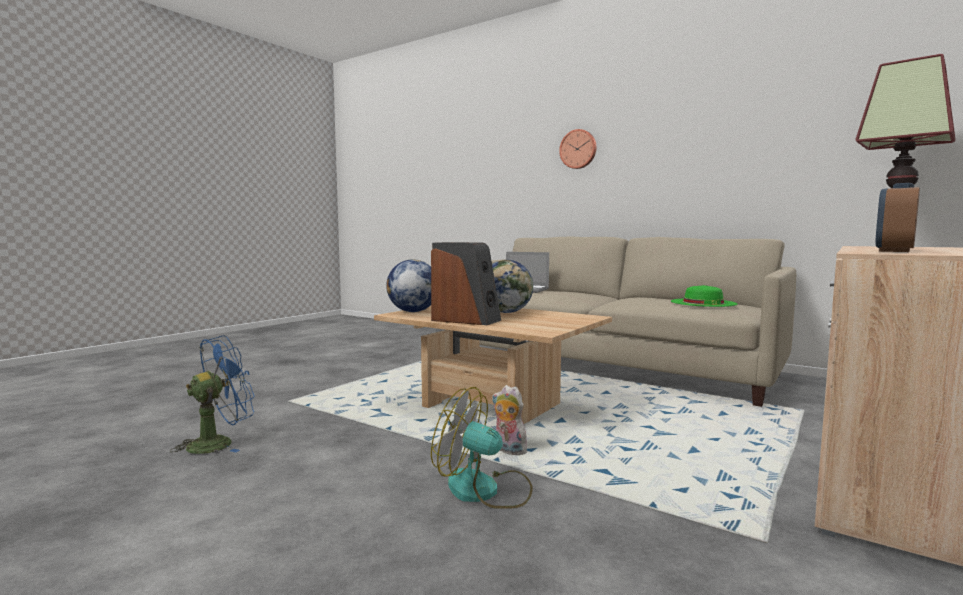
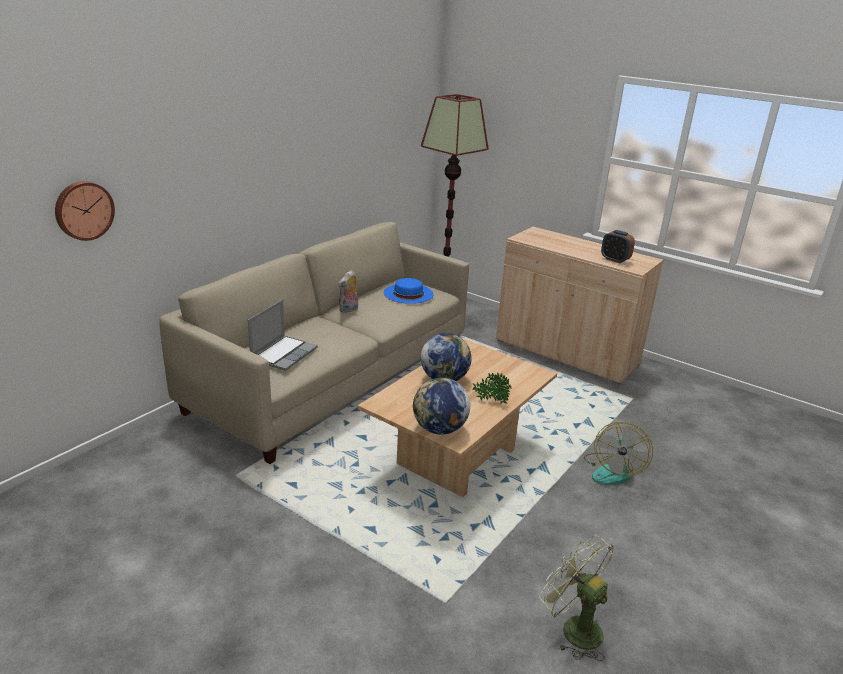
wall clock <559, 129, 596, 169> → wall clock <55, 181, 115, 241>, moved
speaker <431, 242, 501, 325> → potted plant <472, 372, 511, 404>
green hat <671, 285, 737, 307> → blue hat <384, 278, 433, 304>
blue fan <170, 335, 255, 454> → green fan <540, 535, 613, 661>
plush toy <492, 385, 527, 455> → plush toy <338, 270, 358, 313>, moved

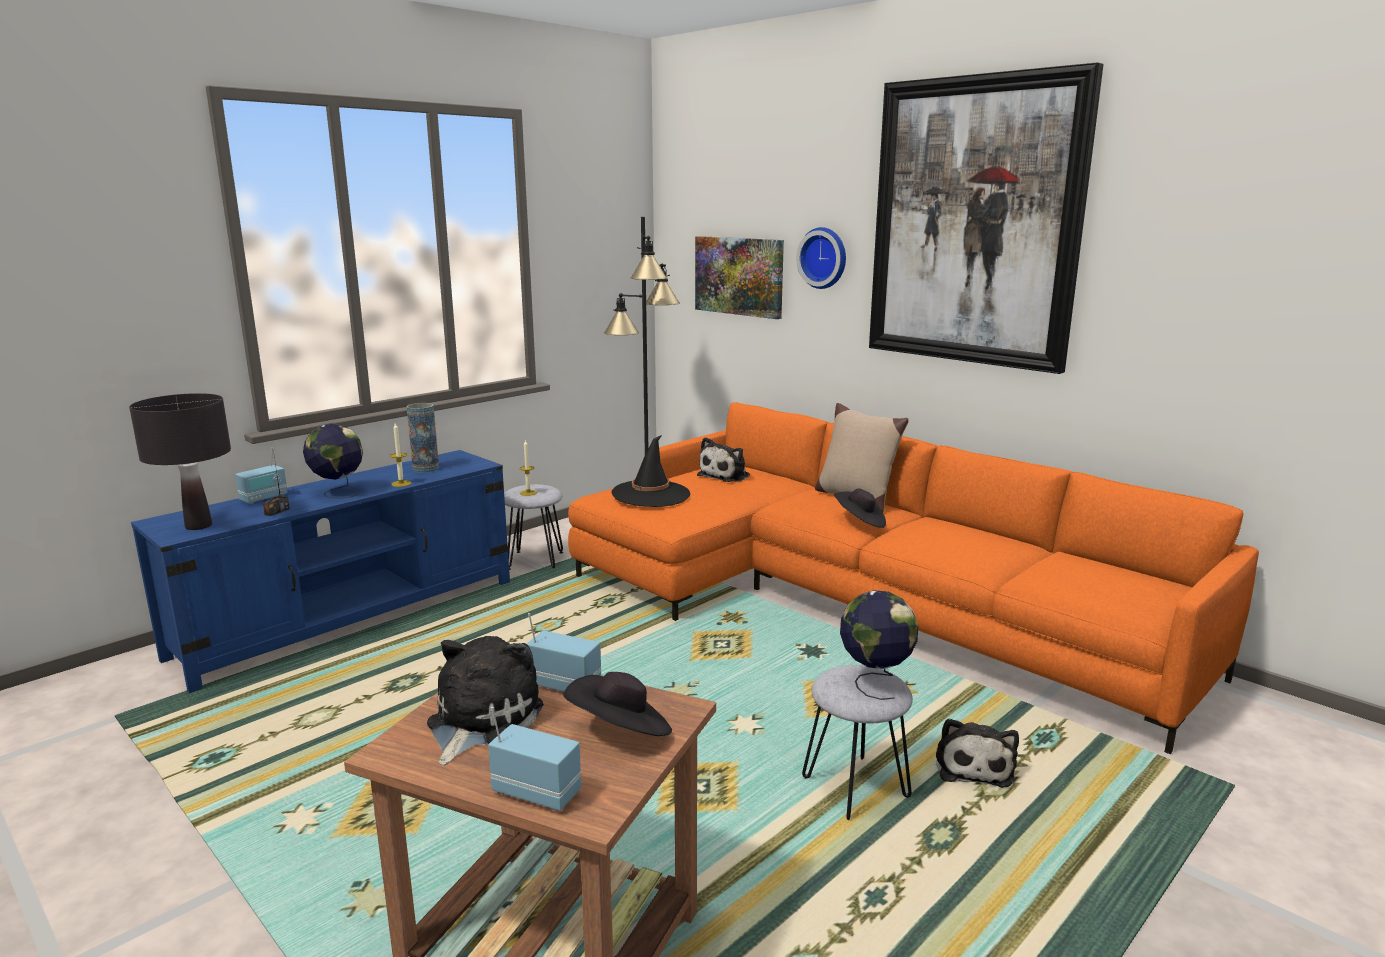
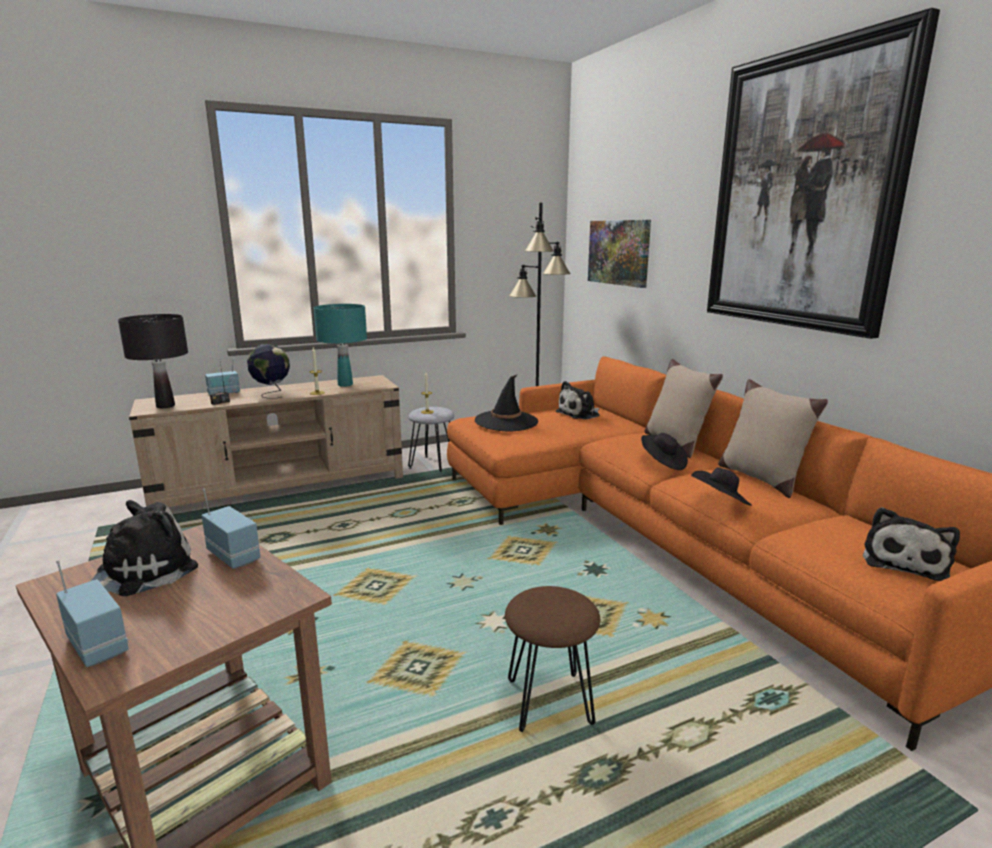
wall clock <796, 227, 846, 289> → -
vase <406, 403, 439, 473> → turquoise table lamp <314, 304, 367, 387>
blue tv stand <131, 450, 510, 693> → beige tv stand <129, 375, 403, 507>
globe <840, 590, 918, 700> → -
grey stool <802, 665, 913, 820> → brown stool <505, 586, 600, 732>
black hat <564, 672, 672, 736> → black hat <691, 467, 752, 506>, moved
plush toy <935, 718, 1019, 788> → plush toy <863, 507, 960, 581>, moved
- → beige pillow <718, 379, 828, 498>

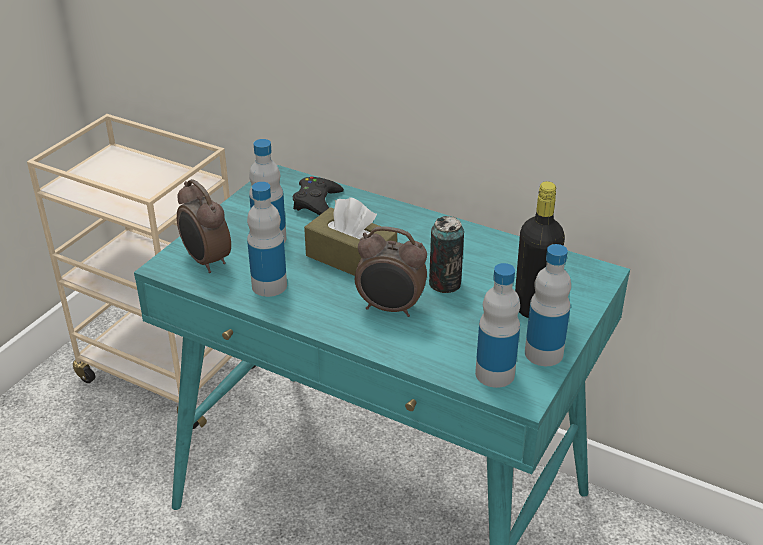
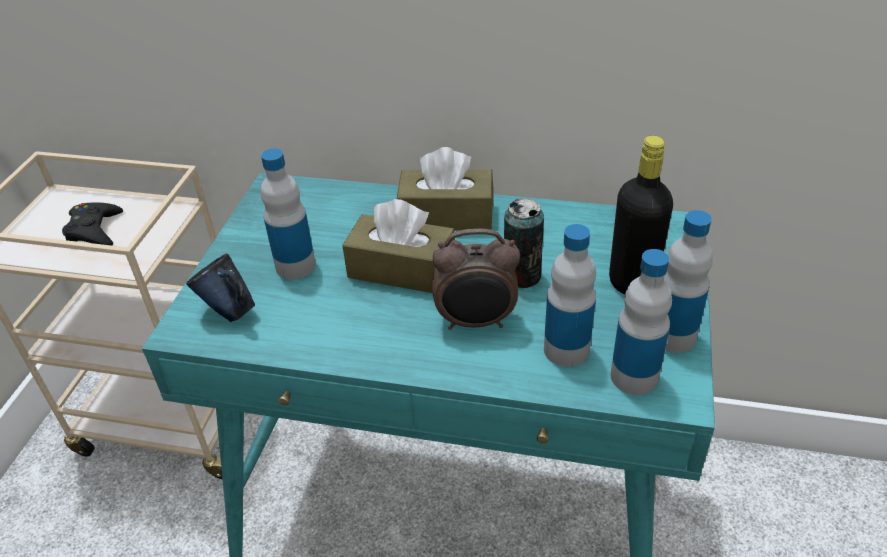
black game controller <293, 176, 344, 215> → black game controller <62, 202, 123, 245>, moved
alarm clock <177, 179, 231, 273> → blue mug <186, 254, 255, 322>
bottle <247, 182, 287, 297> → bottle <544, 224, 596, 367>, moved
- → brown tissue box <397, 147, 494, 230>

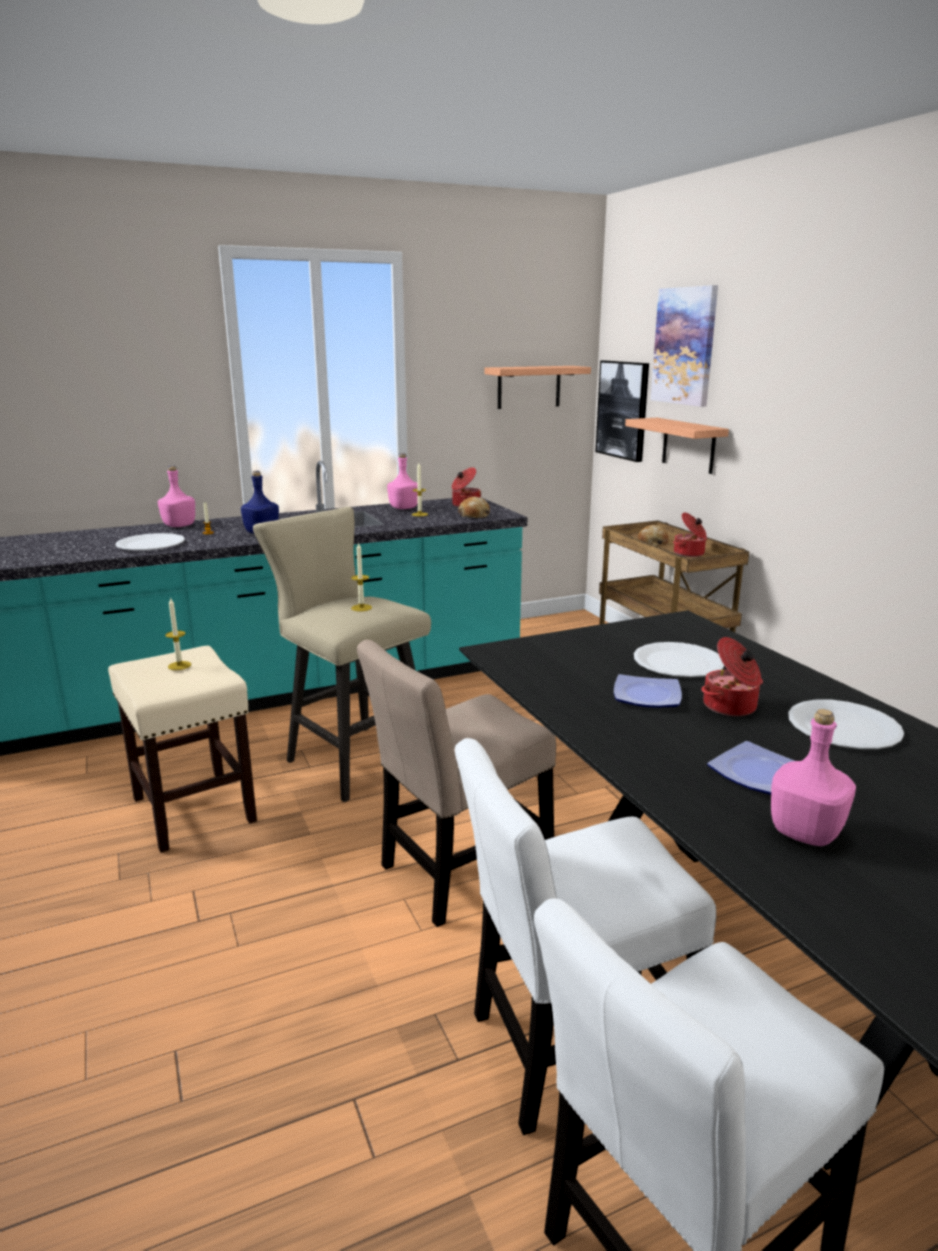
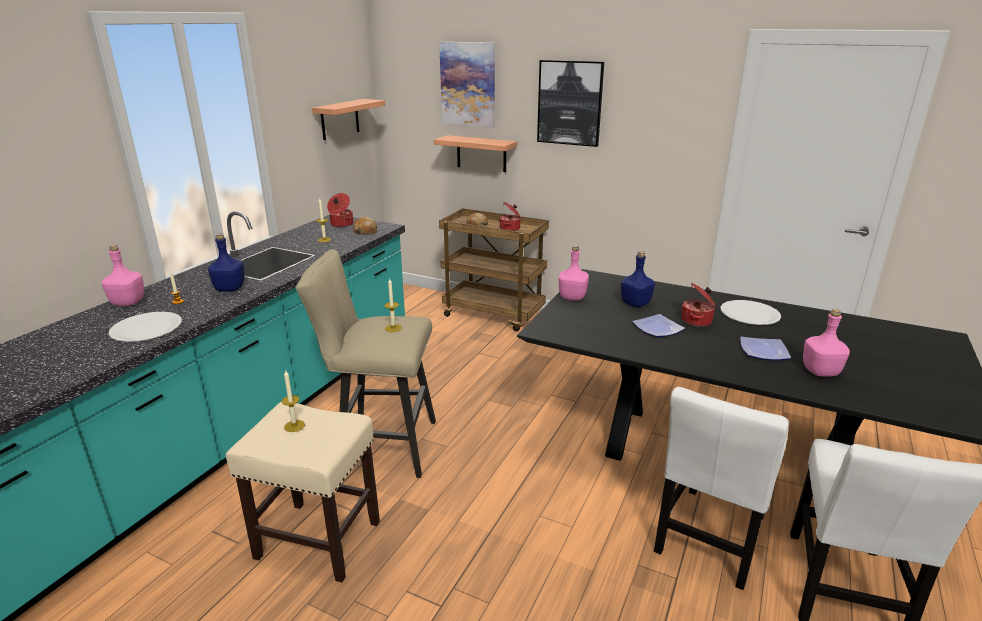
picture <596, 361, 649, 462> → picture <537, 60, 604, 147>, moved
pink bottle <387, 453, 418, 509> → pink bottle <559, 246, 589, 300>, moved
beige chair <357, 640, 556, 927> → -
white plate <634, 642, 724, 677> → blue bottle <621, 251, 655, 307>

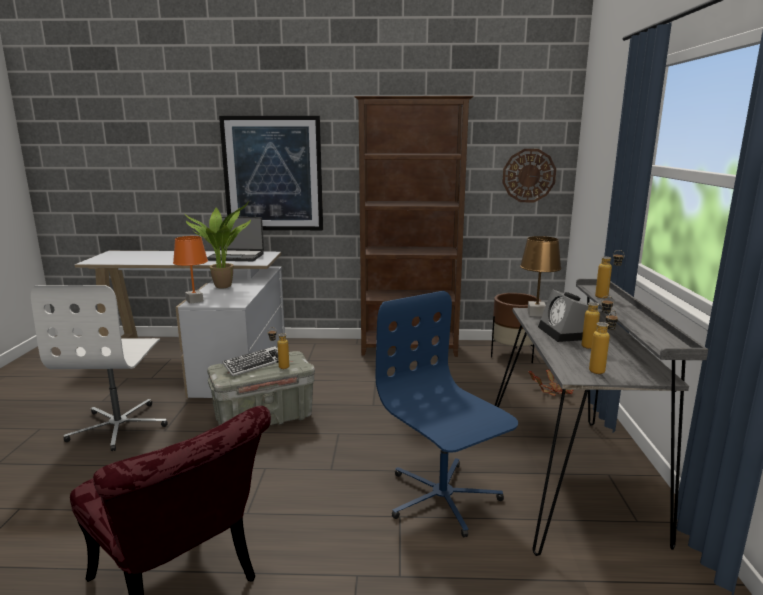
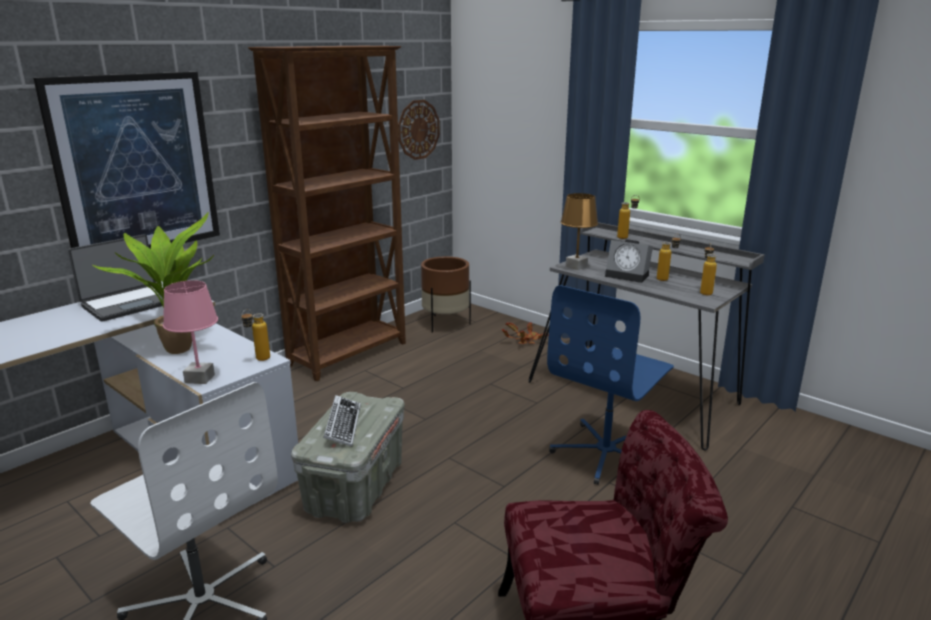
orange table lamp <173, 236, 208, 304> → pink table lamp <163, 280, 218, 384>
blue office chair <376, 291, 518, 537> → blue office chair <547, 285, 674, 485>, 60 degrees counterclockwise
bottle <268, 327, 289, 369> → bottle <241, 309, 270, 361>, moved

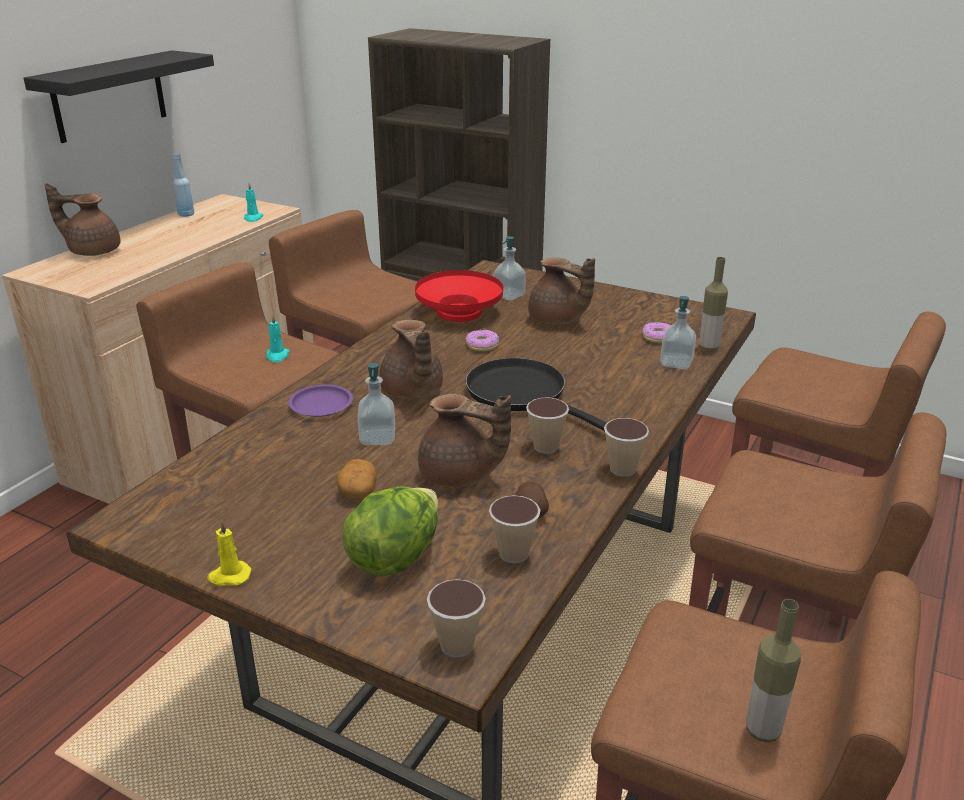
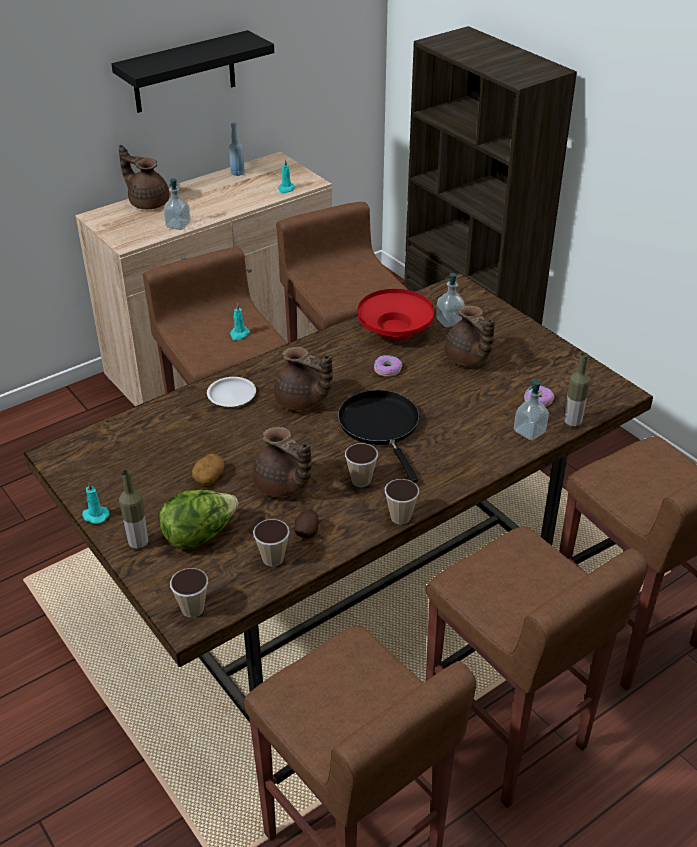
brown teapot <379, 320, 443, 399> → brown teapot <274, 347, 333, 411>, 60 degrees counterclockwise
soap dispenser <358, 363, 395, 445> → soap dispenser <164, 178, 191, 230>, moved
purple plate <288, 385, 353, 417> → white plate <207, 377, 256, 407>
yellow candle <207, 520, 251, 586> → turquoise candle <82, 482, 109, 524>
bottle <746, 599, 801, 743> → bottle <119, 469, 149, 550>, moved

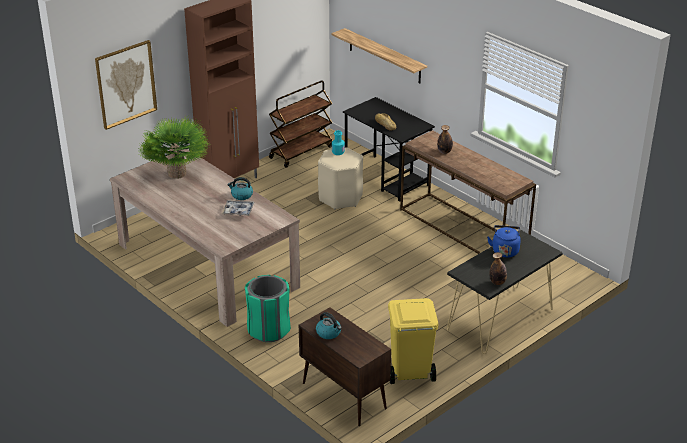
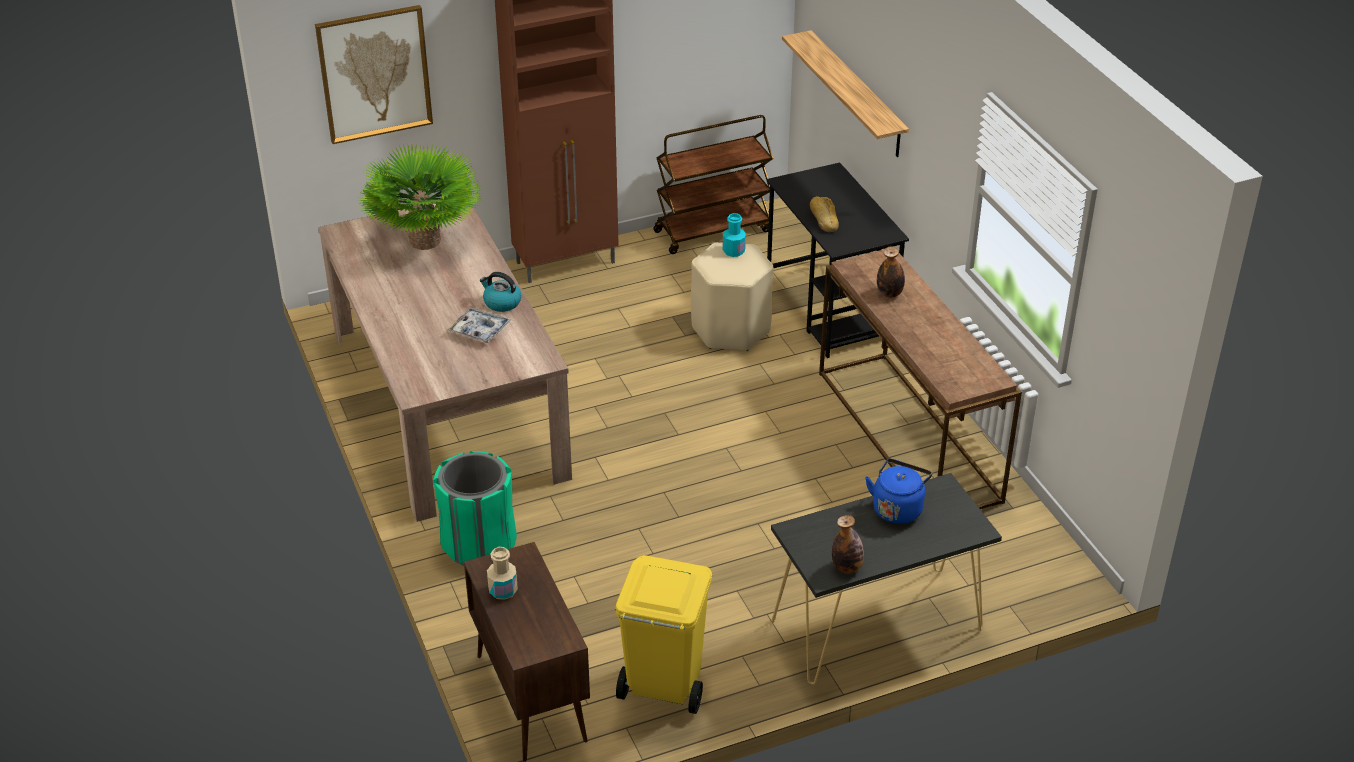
kettle <316, 312, 342, 339> → beige bottle <487, 547, 518, 600>

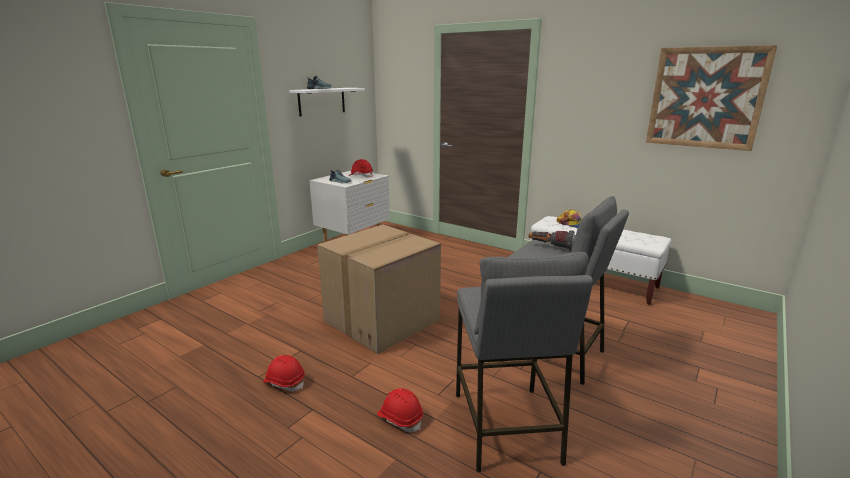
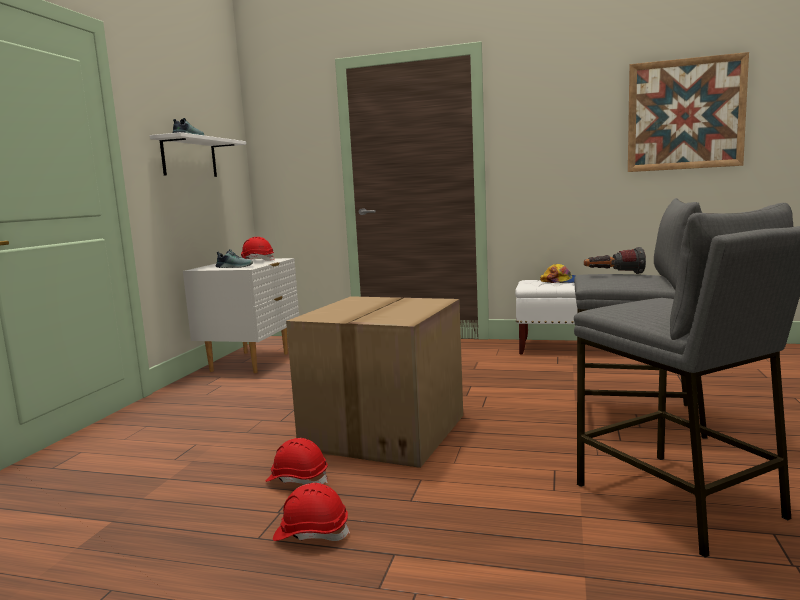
red hard hat <377, 388, 423, 432> → red hard hat <265, 438, 328, 485>, moved

